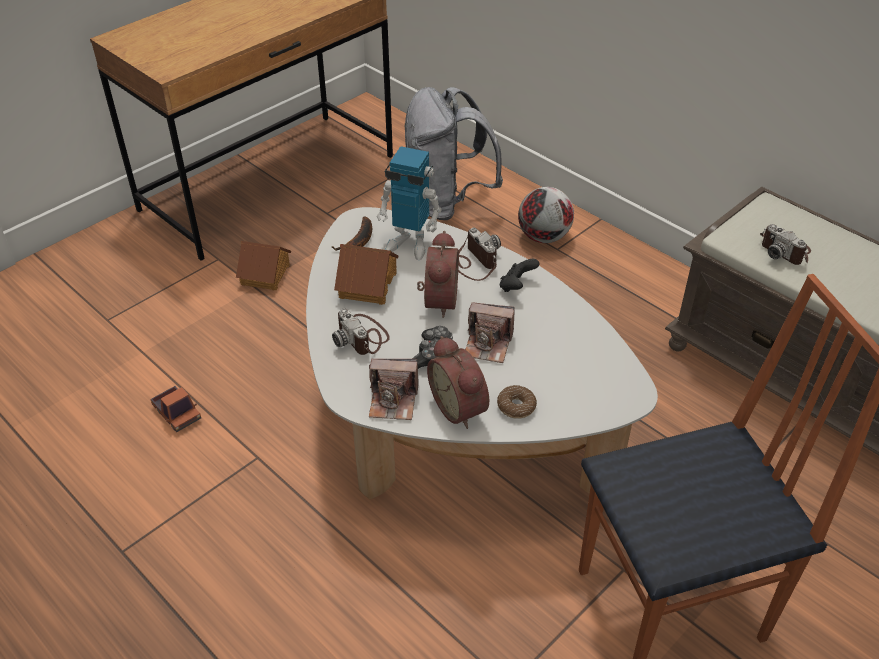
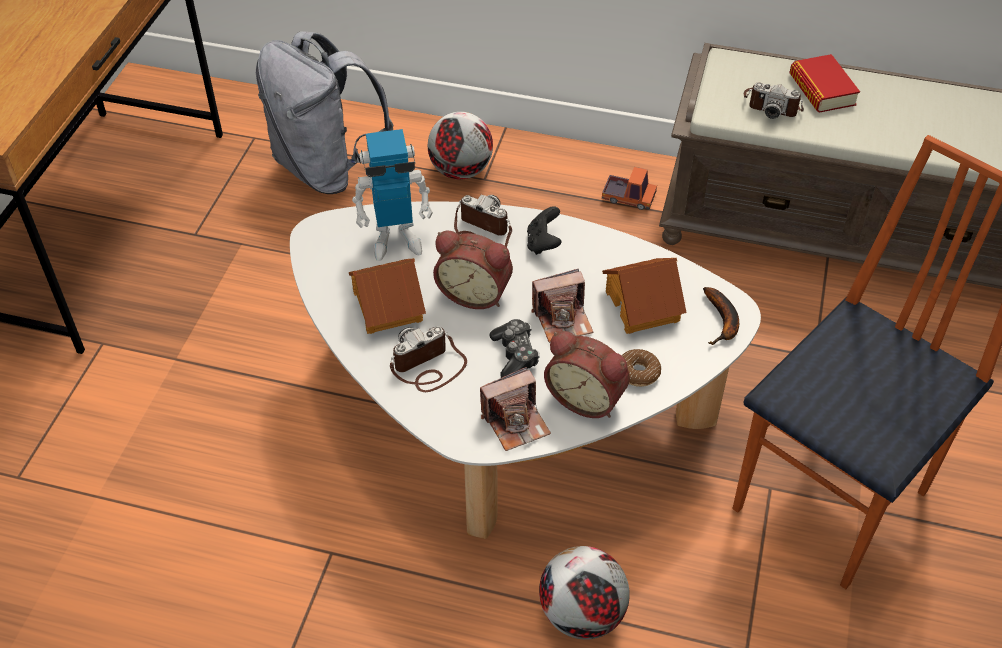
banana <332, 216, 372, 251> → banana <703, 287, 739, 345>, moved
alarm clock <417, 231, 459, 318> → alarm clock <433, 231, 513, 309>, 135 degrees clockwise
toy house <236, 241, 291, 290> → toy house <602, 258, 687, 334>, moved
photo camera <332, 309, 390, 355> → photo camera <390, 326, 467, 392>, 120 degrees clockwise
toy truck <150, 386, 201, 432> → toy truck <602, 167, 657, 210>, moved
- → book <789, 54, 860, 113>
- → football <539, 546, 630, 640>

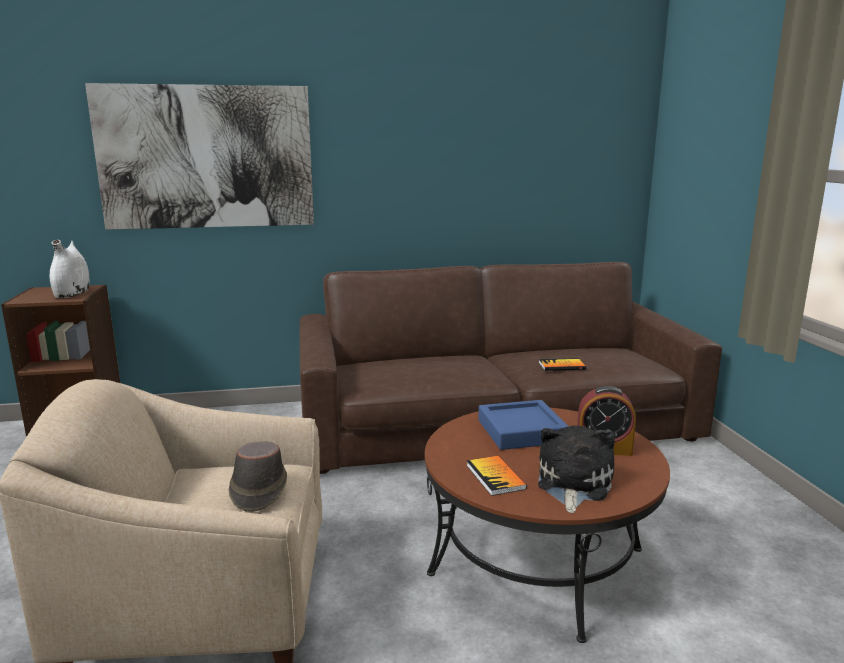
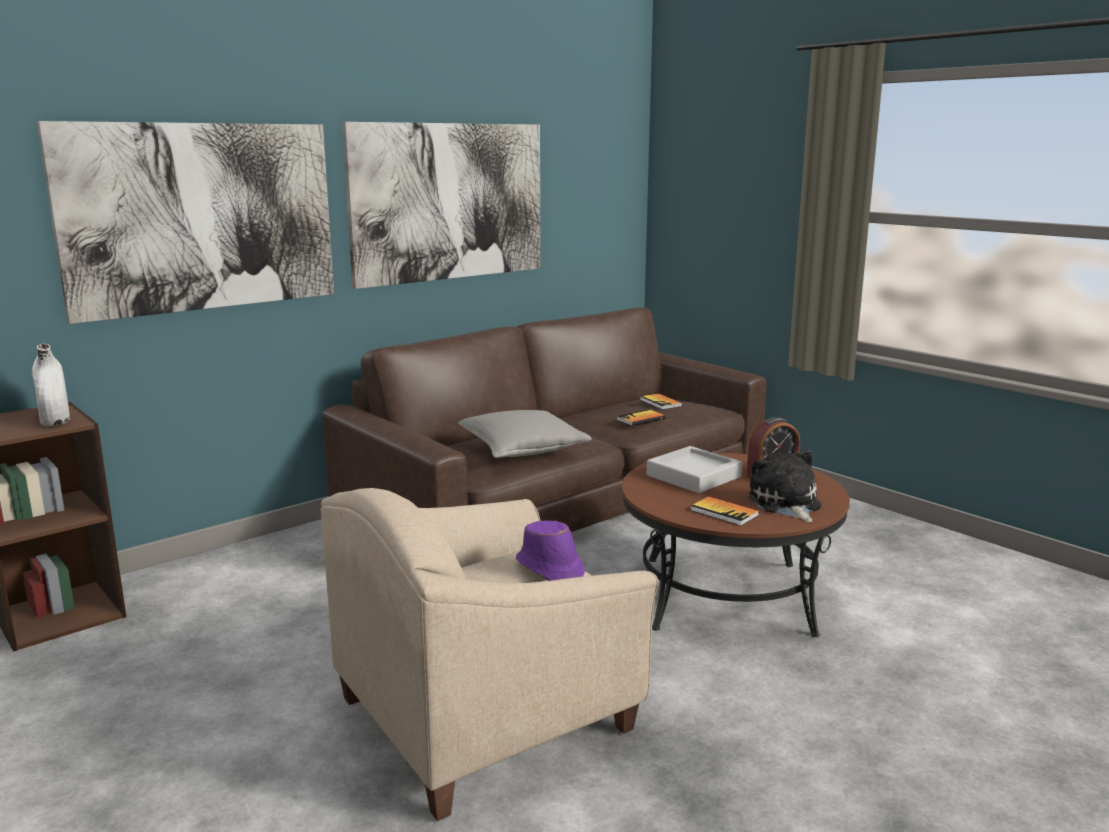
blue tray <478, 400, 569, 450> → grey tray <647, 446, 742, 493>
brown hat <229, 441, 287, 512> → purple hat <516, 521, 585, 581>
- → picture <342, 122, 541, 289>
- → book <640, 394, 682, 409>
- → grey pillow <458, 410, 591, 458>

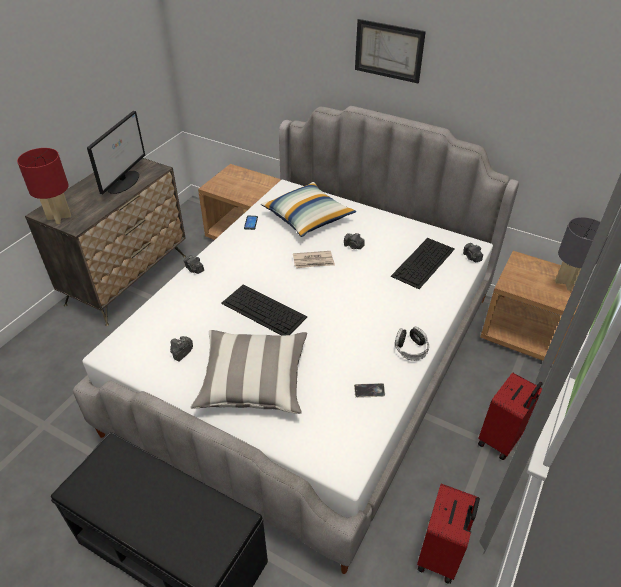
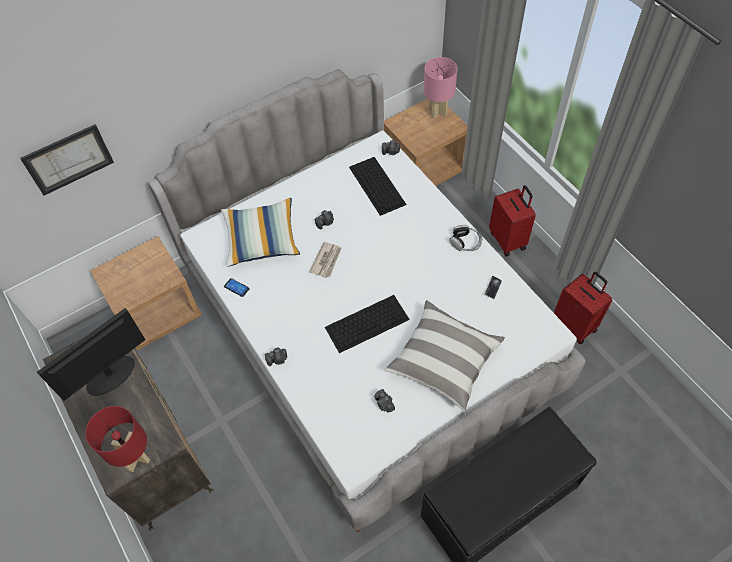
picture <355, 19, 426, 83> → picture <20, 124, 114, 195>, moved
monitor <87, 111, 145, 194> → monitor <37, 308, 145, 401>, 90 degrees counterclockwise
grey table lamp <555, 217, 609, 291> → pink table lamp <424, 57, 457, 119>

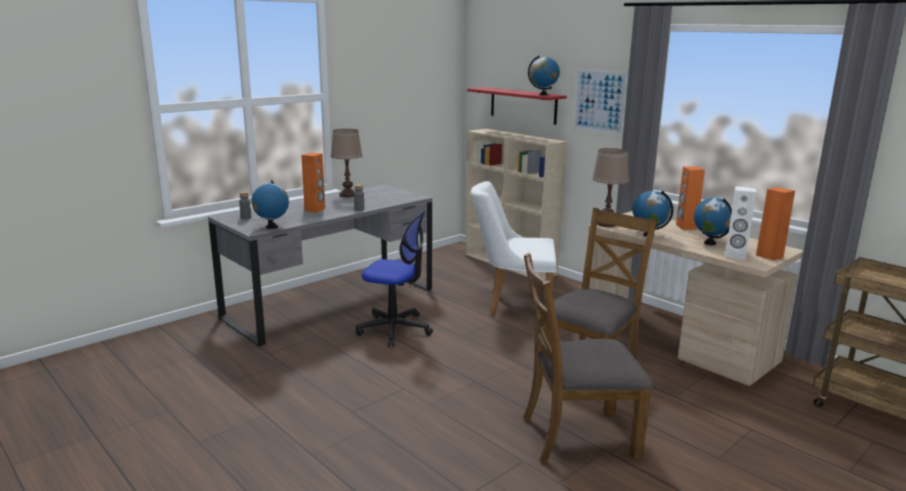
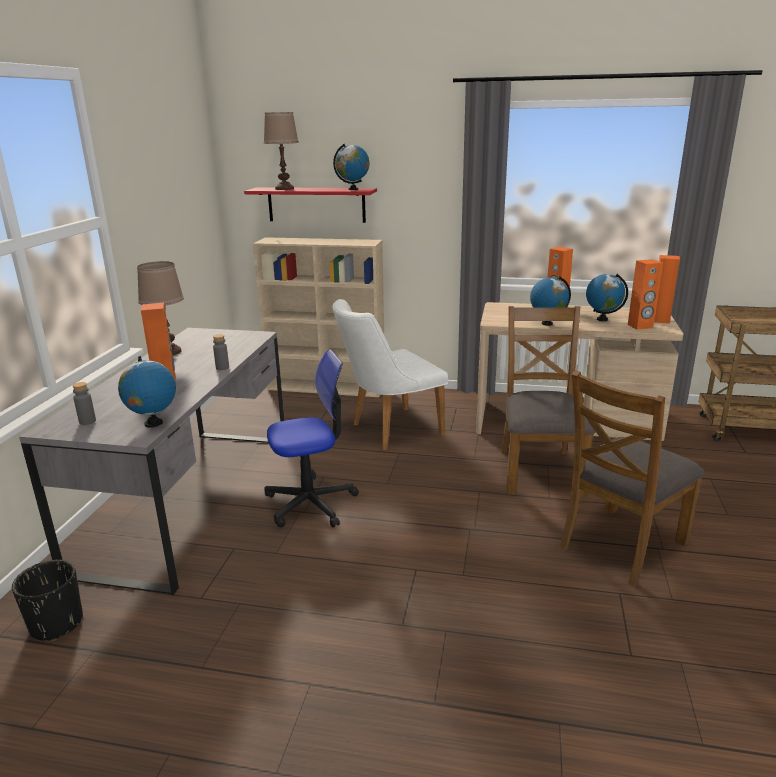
picture <573, 69, 628, 135> → -
brown table lamp <592, 148, 629, 227> → brown table lamp <264, 112, 299, 190>, moved
white speaker <725, 186, 756, 260> → orange speaker <628, 259, 663, 330>
- → black planter <12, 560, 83, 641>

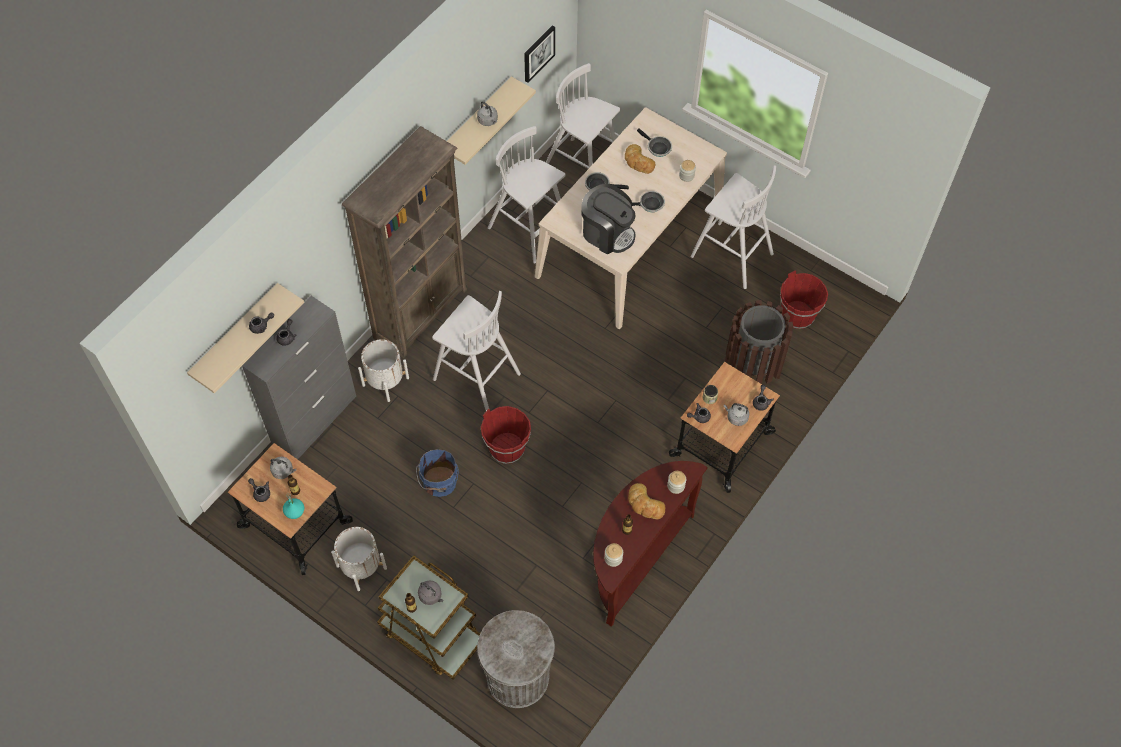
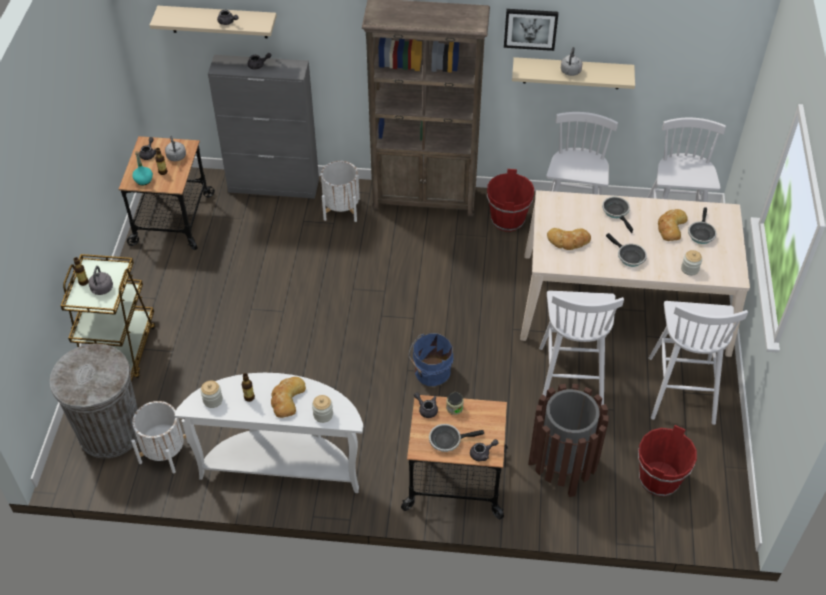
picture <524, 25, 555, 83> → picture <504, 9, 558, 51>, moved
coffee machine <581, 184, 635, 255> → bread <547, 228, 591, 250>
white stool <432, 291, 521, 411> → white stool <539, 291, 624, 405>, moved
grey kettle <724, 403, 749, 426> → frying pan <429, 424, 484, 452>
red bucket <481, 406, 531, 464> → red bucket <487, 169, 534, 232>, moved
blue bucket <416, 449, 459, 497> → blue bucket <409, 333, 453, 386>, moved
brown console table <593, 461, 708, 627> → white console table <175, 373, 363, 493>
white planter <331, 527, 387, 591> → white planter <131, 401, 189, 474>, moved

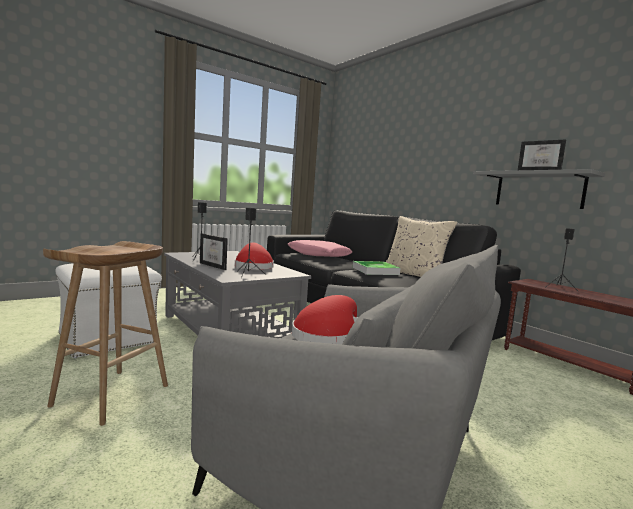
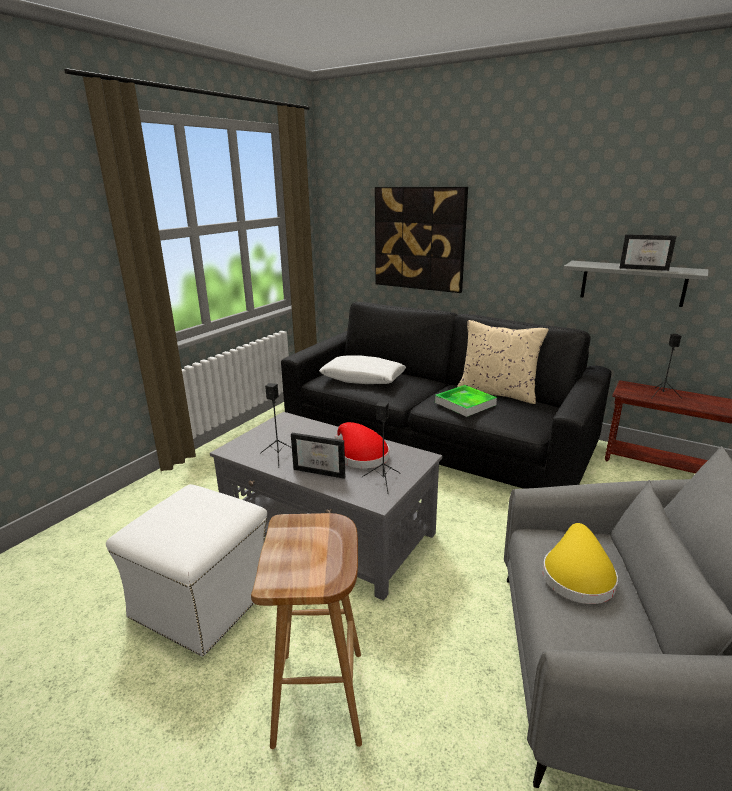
pink pillow <288, 240, 352, 257> → white pillow <319, 355, 406, 384>
red hat <292, 295, 358, 345> → yellow hat <542, 523, 618, 604>
- → picture <375, 187, 468, 293>

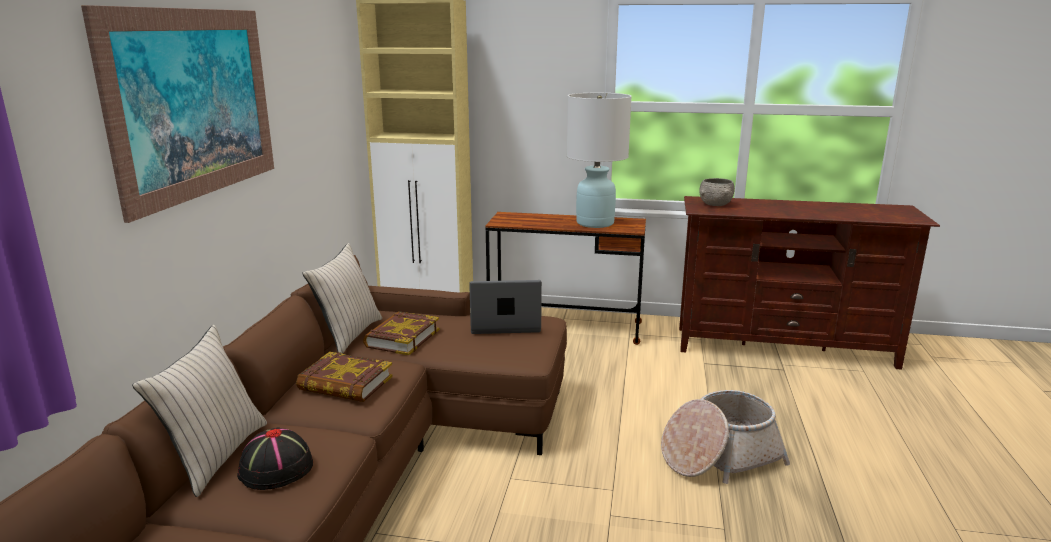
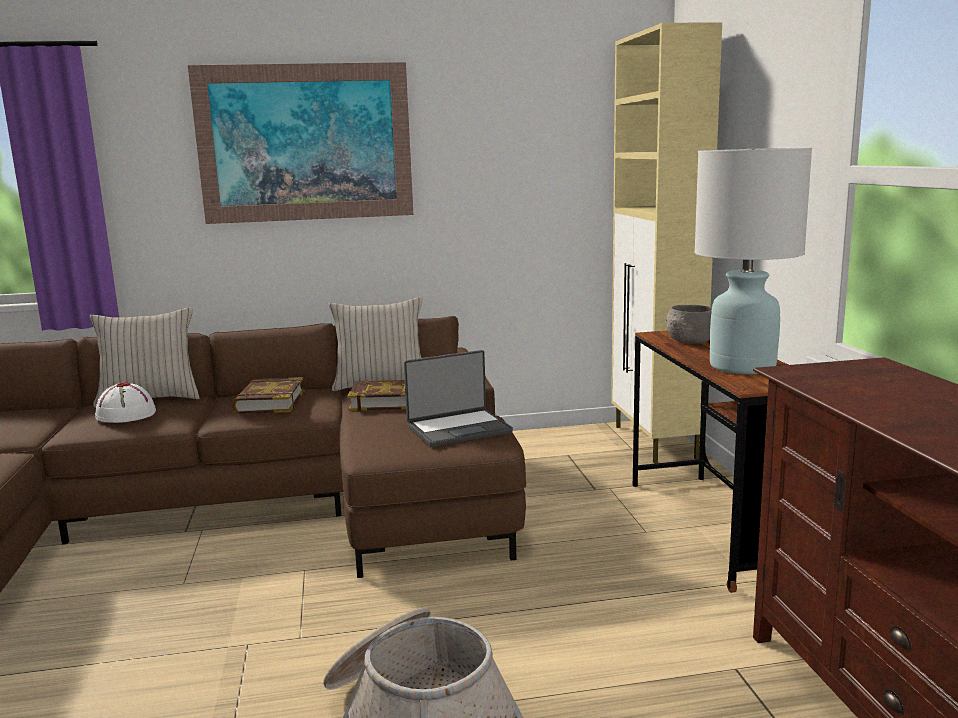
grey bowl <699, 178, 735, 206> → grey bowl <666, 305, 712, 344>, moved
laptop <469, 280, 542, 334> → laptop <404, 350, 513, 447>, 90 degrees clockwise
black hat <237, 428, 313, 490> → white hat <95, 382, 156, 423>

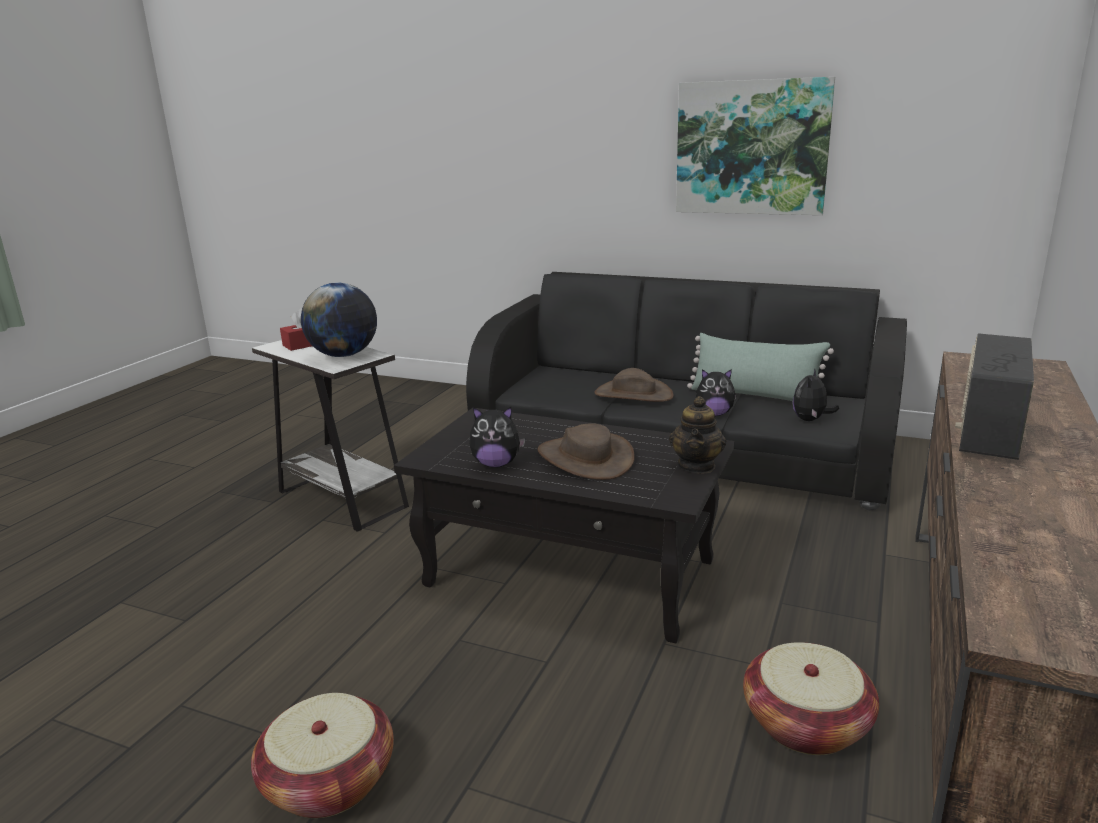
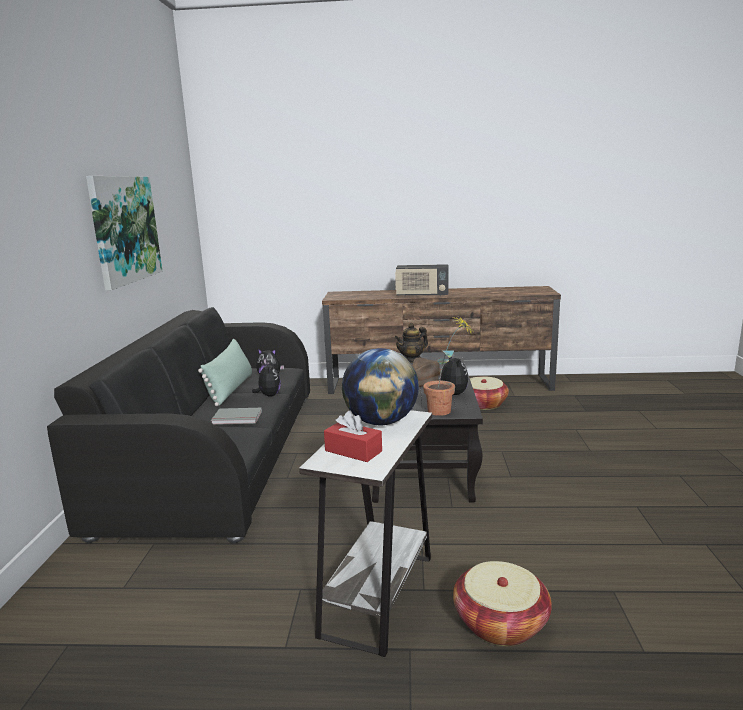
brown hat <594, 368, 674, 402> → grey book <211, 408, 262, 425>
teapot <669, 396, 726, 474> → teapot <395, 323, 428, 363>, 150 degrees clockwise
basket <251, 693, 394, 818> → basket <453, 561, 552, 646>, moved
- → potted plant <423, 316, 473, 416>

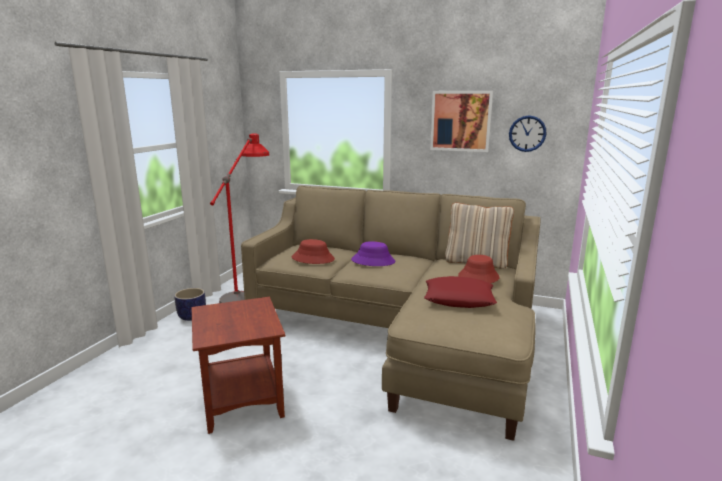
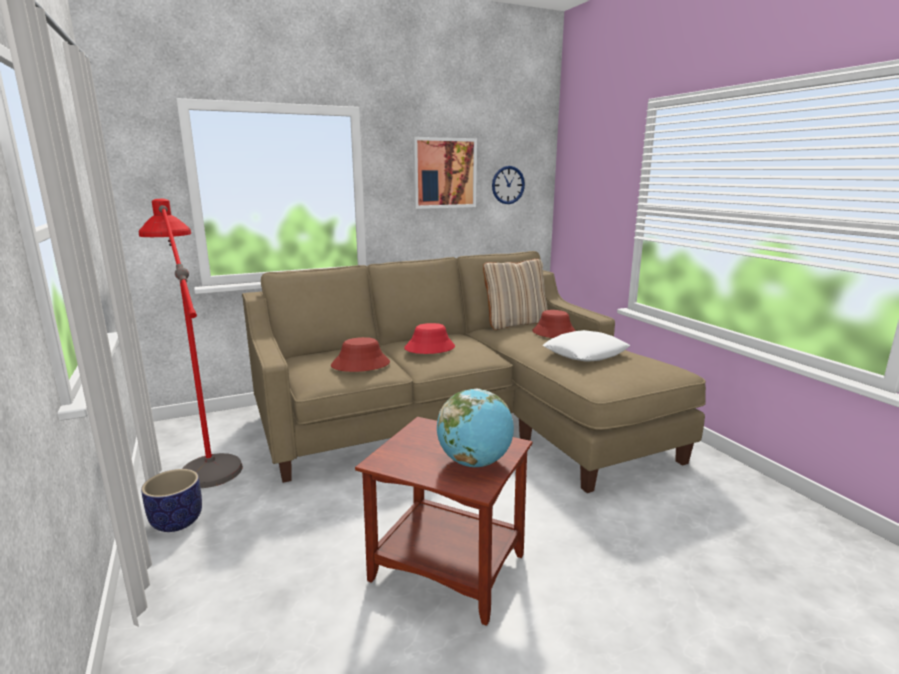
purple hat <351, 241, 395, 266> → red hat <404, 323, 455, 354>
red pillow <424, 276, 497, 308> → white pillow <543, 330, 630, 362>
- → globe <437, 389, 514, 467>

